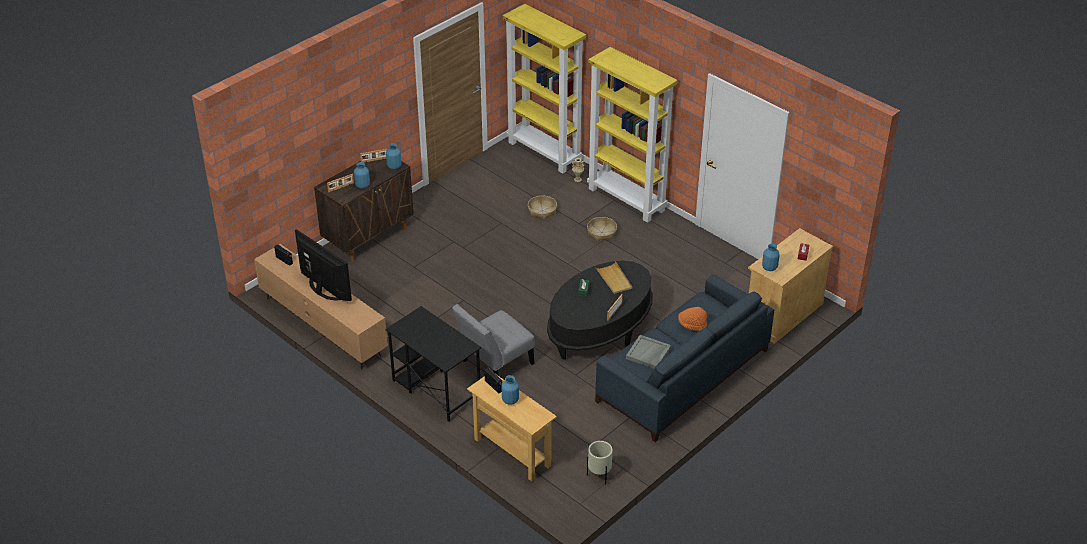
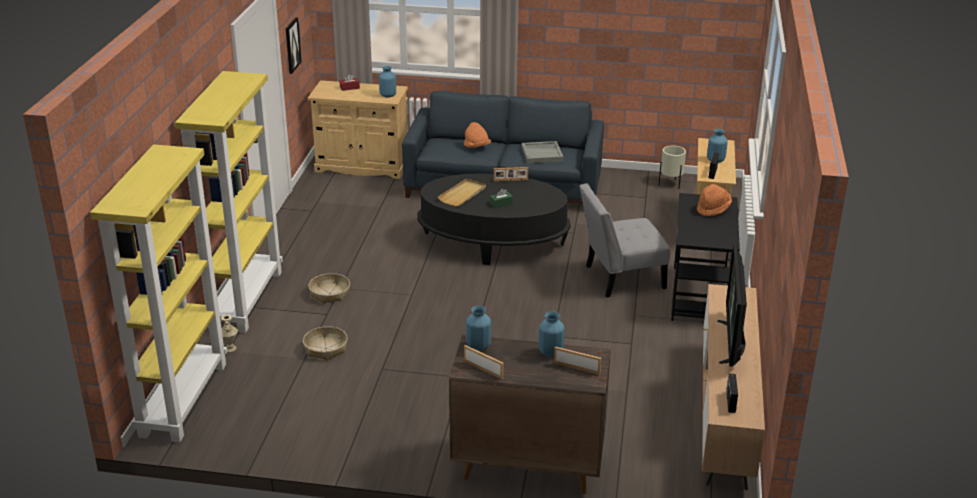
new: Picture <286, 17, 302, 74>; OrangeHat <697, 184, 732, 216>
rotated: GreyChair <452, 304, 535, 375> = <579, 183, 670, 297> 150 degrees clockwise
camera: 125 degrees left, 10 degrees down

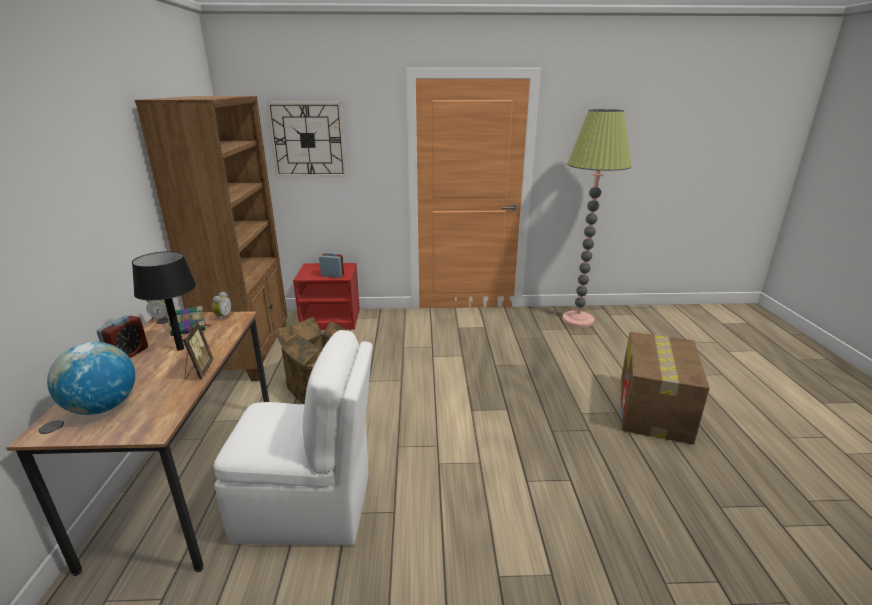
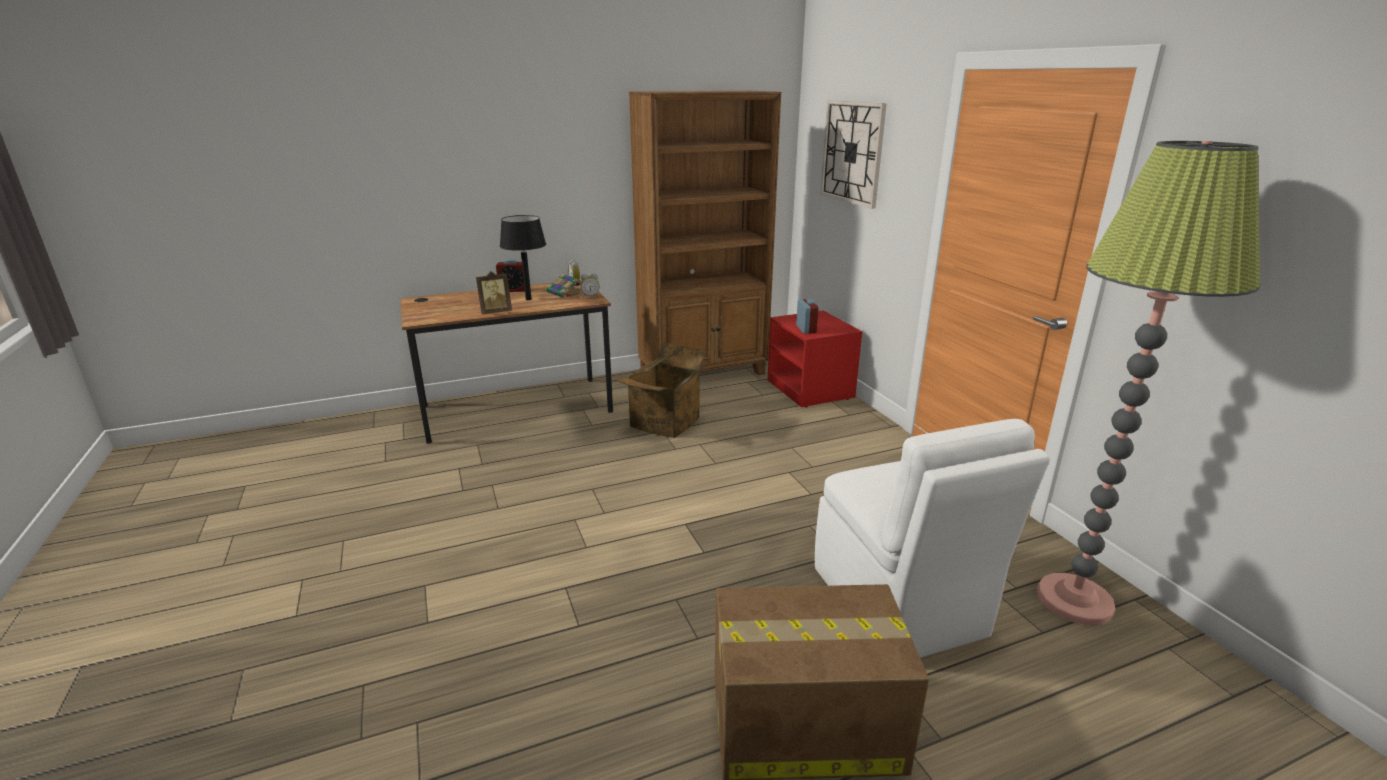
gone: Globe <47, 342, 135, 415>
shifted: WhiteChair <214, 330, 373, 545> to <815, 419, 1050, 658>
camera: 70 degrees right, 0 degrees up

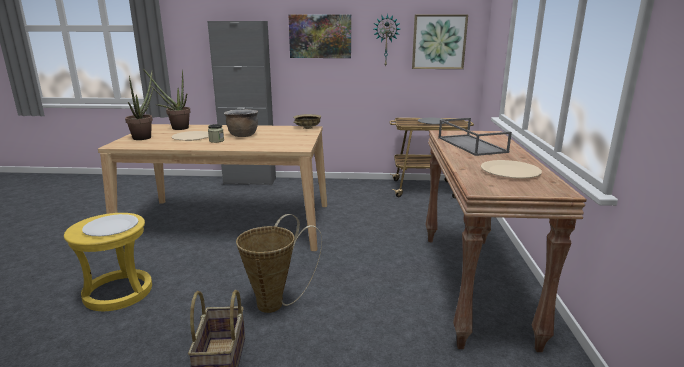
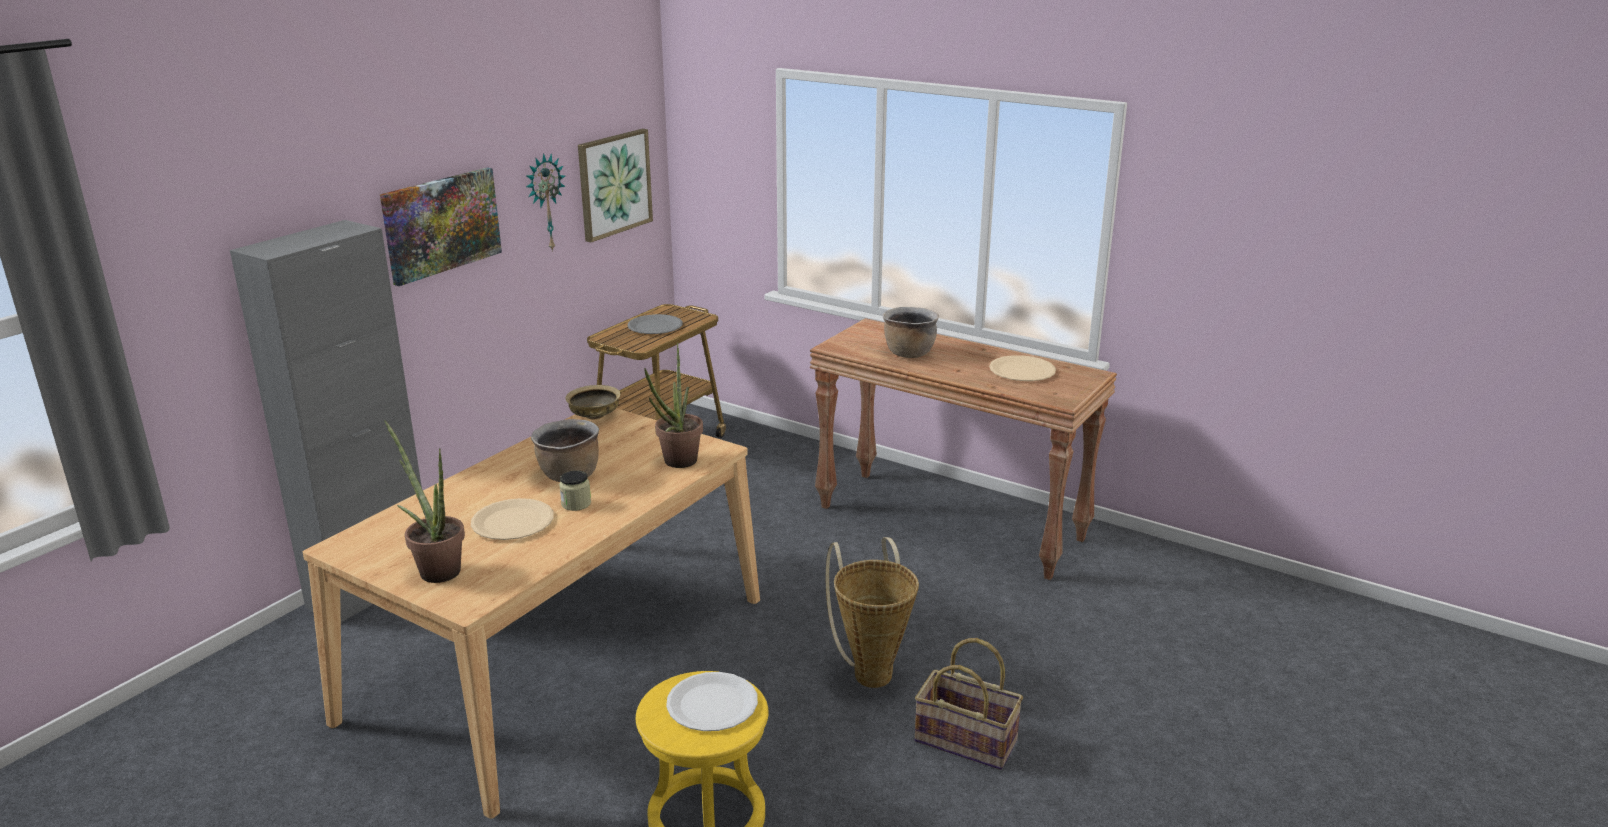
shifted: PottedPlant <143, 69, 190, 130> to <644, 343, 703, 468>
swapped: GreyTray <438, 118, 512, 156> to BrownCookingPot <882, 307, 939, 358>
camera: 60 degrees left, 5 degrees up

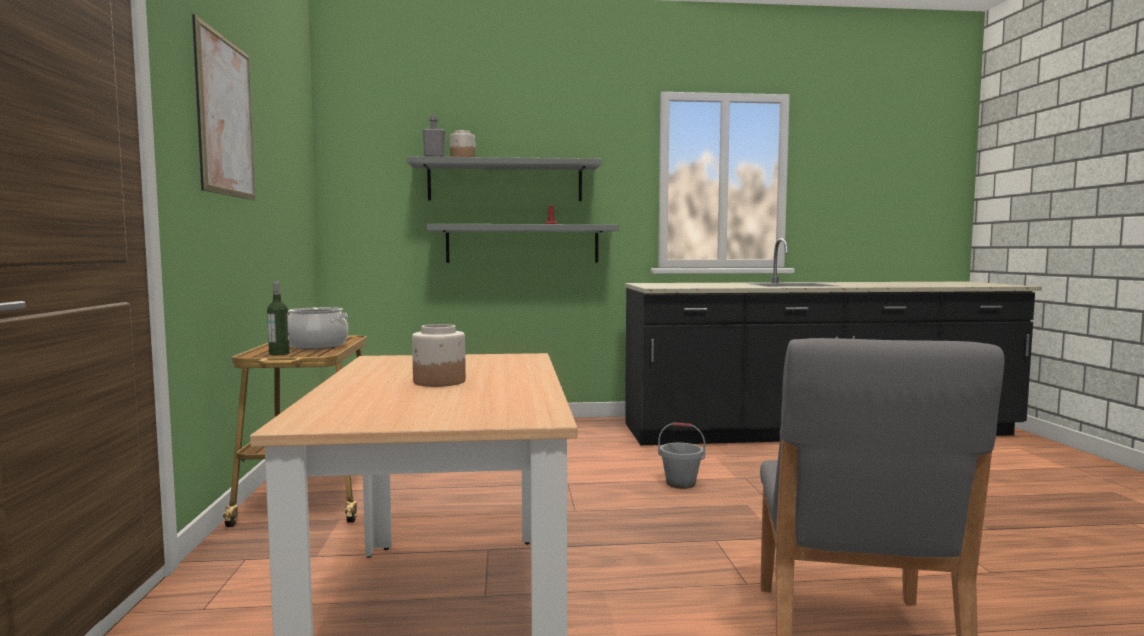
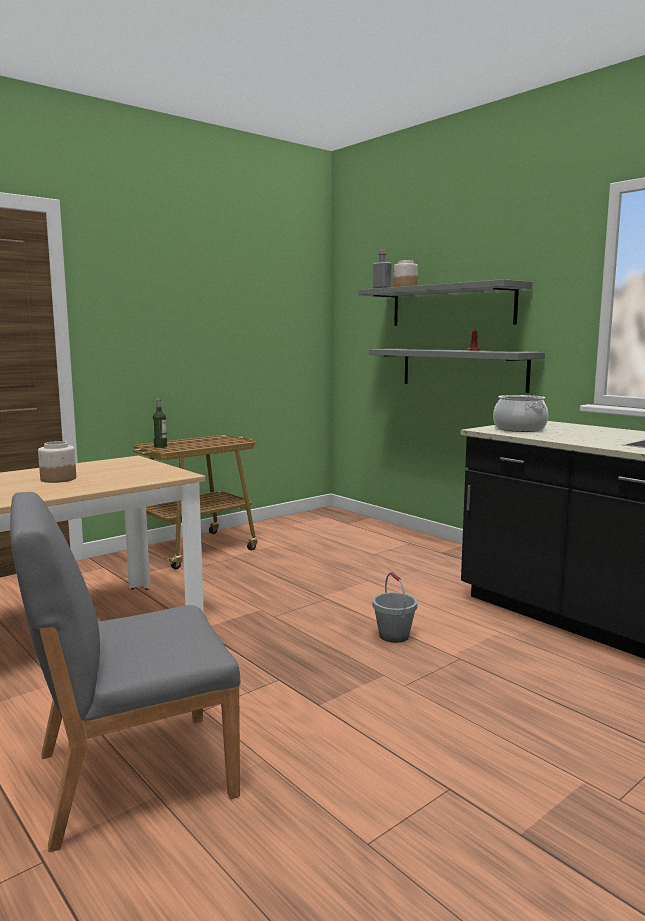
gone: Picture <192, 14, 255, 200>
shifted: CookingPot <288, 307, 348, 349> to <493, 395, 548, 432>
camera: 55 degrees right, 5 degrees up

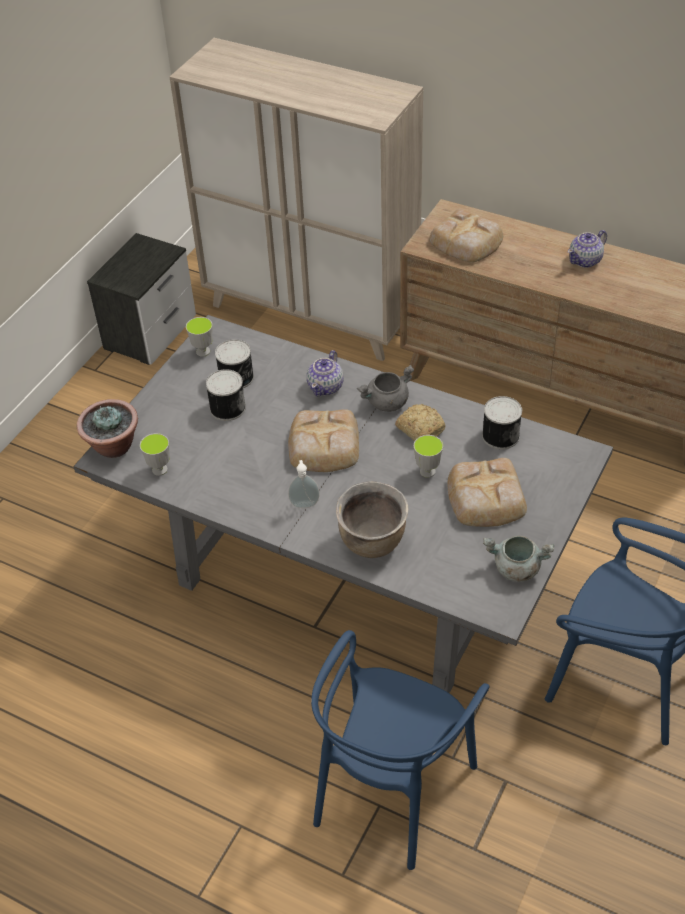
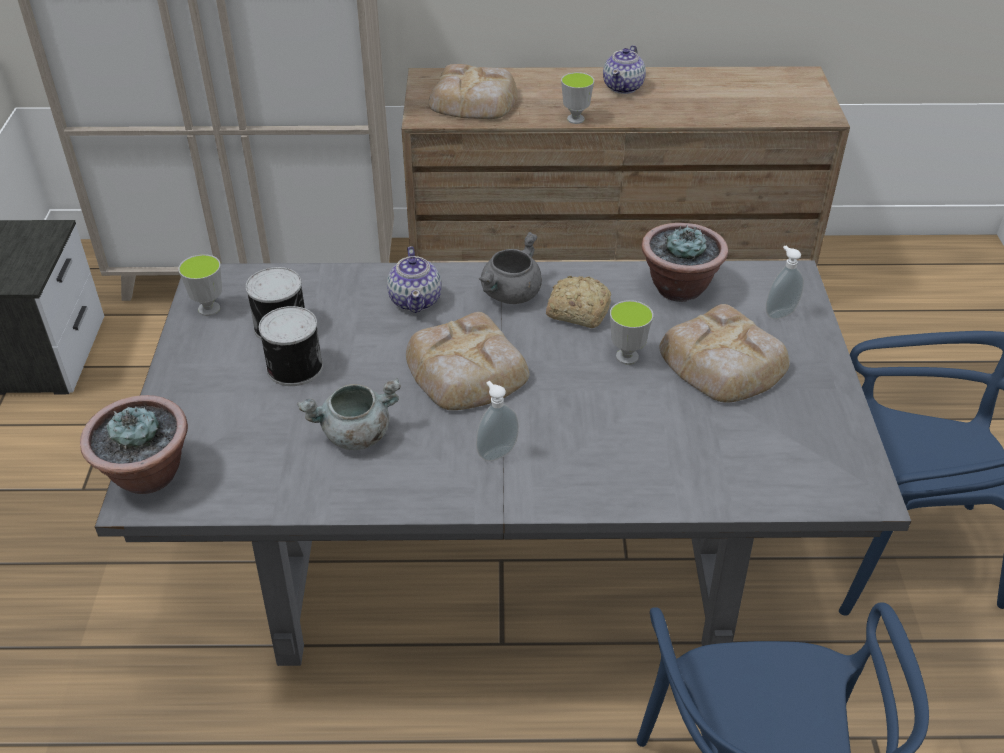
gone: BrownCookingPot <336, 481, 409, 558>
new: SoapDispenser <766, 246, 804, 319>
shifted: Cup <140, 433, 170, 476> to <561, 72, 594, 124>; GreyCookingPot <483, 536, 554, 582> to <298, 378, 401, 450>
swapped: Can <482, 396, 522, 449> to PottedPlant <642, 223, 728, 302>
camera: 30 degrees left, 5 degrees down

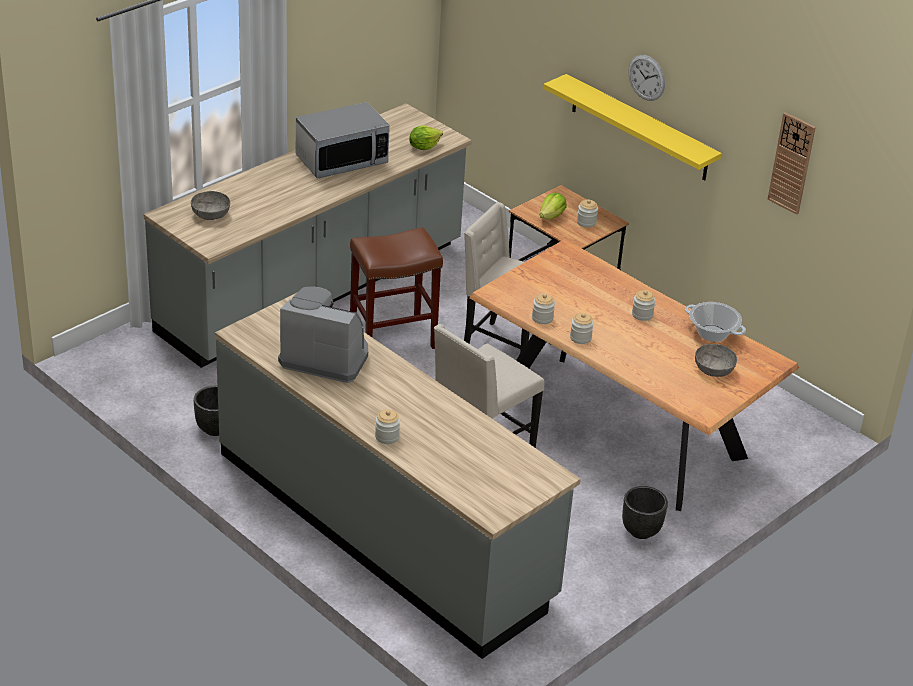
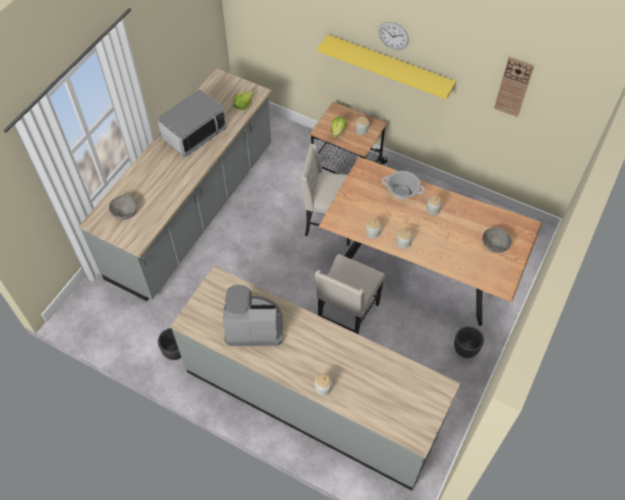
gone: BrownStool <350, 227, 443, 349>
shifted: CookingPot <685, 302, 746, 342> to <382, 171, 425, 199>
camera: 15 degrees left, 20 degrees up

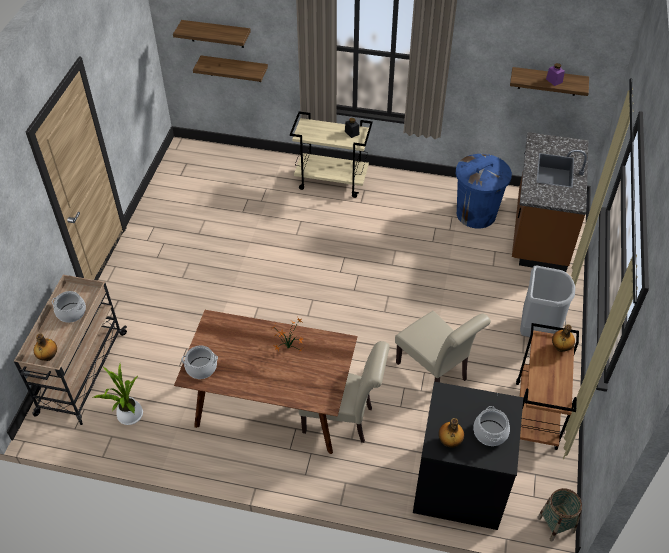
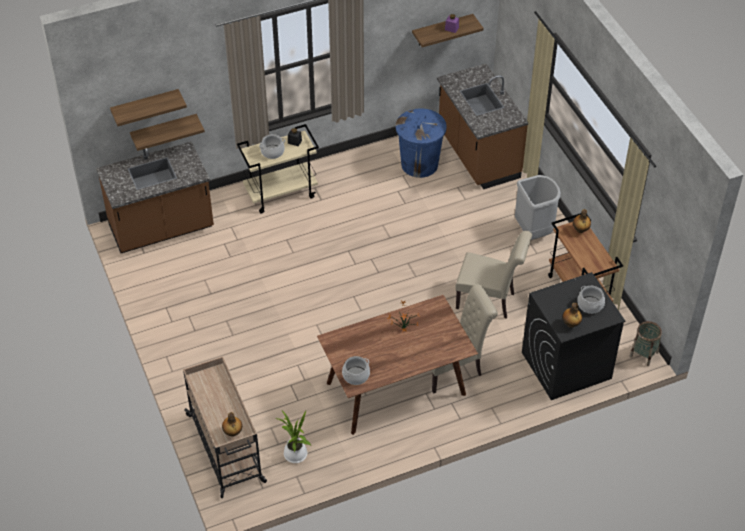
new: BrownCounter <96, 141, 214, 253>
shifted: CookingPot <52, 291, 86, 323> to <259, 134, 285, 159>
camera: 35 degrees left, 0 degrees up

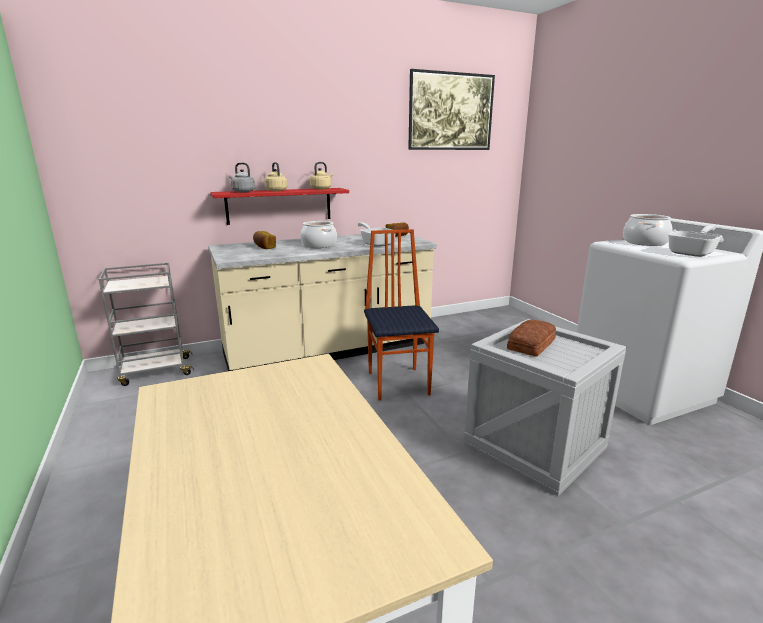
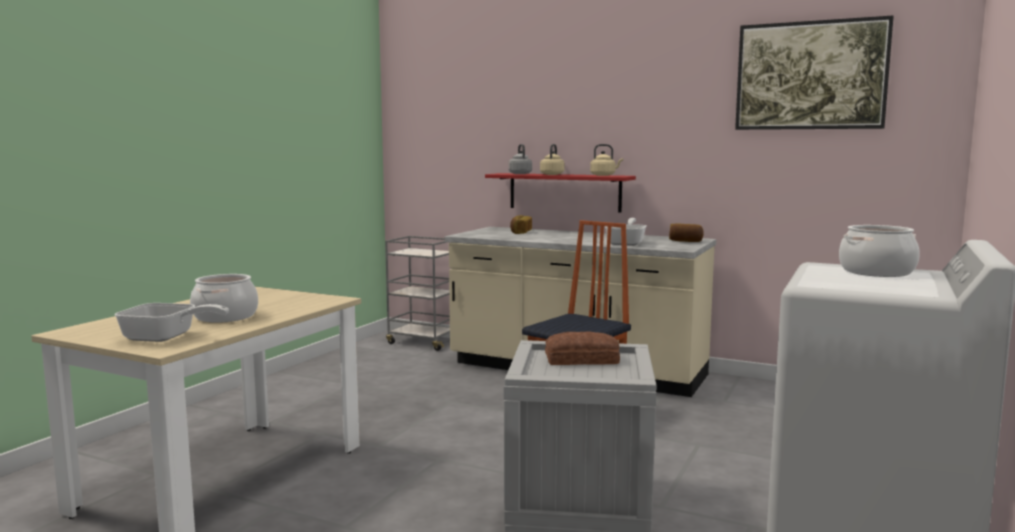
shifted: CookingPot <300, 221, 337, 248> to <190, 274, 258, 323>; FryingPan <668, 226, 722, 257> to <114, 303, 229, 342>
camera: 50 degrees right, 10 degrees down

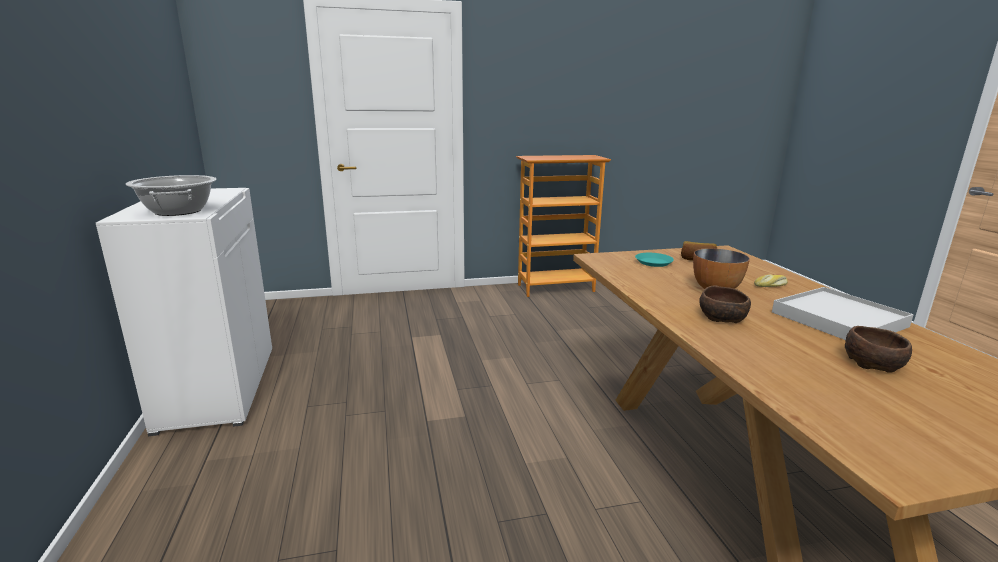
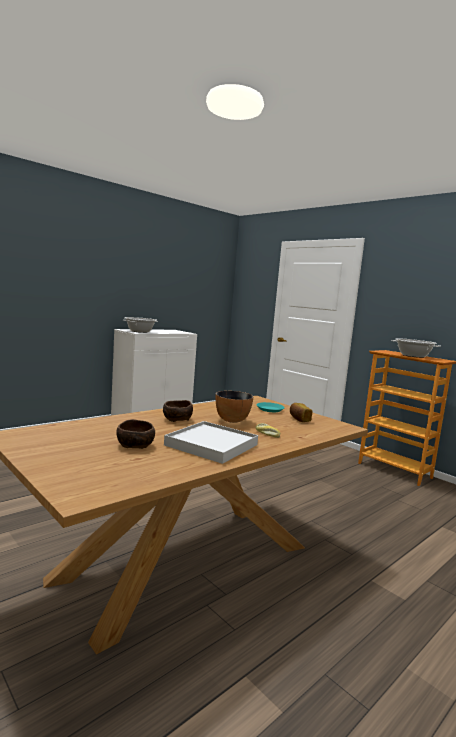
new: CookingPot <391, 338, 441, 358>
camera: 60 degrees right, 10 degrees down

